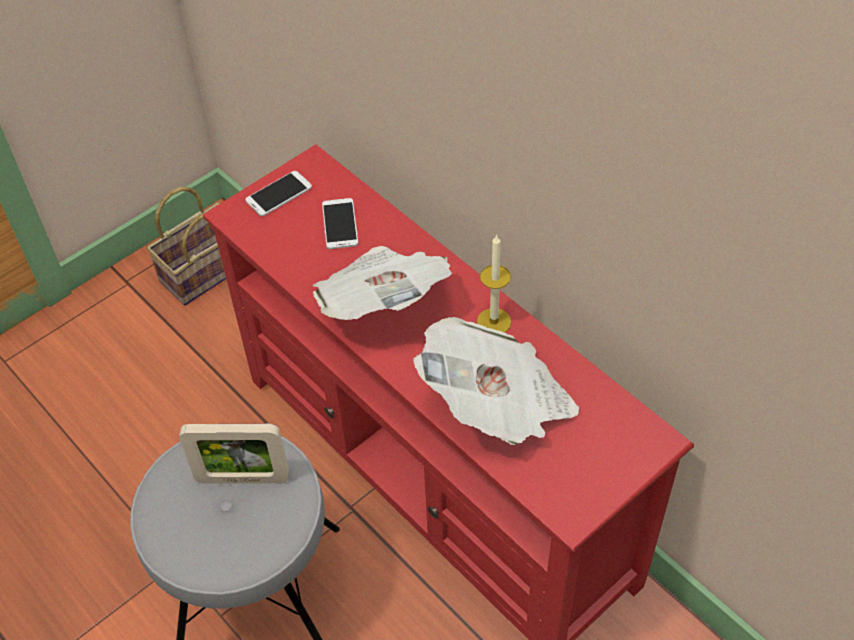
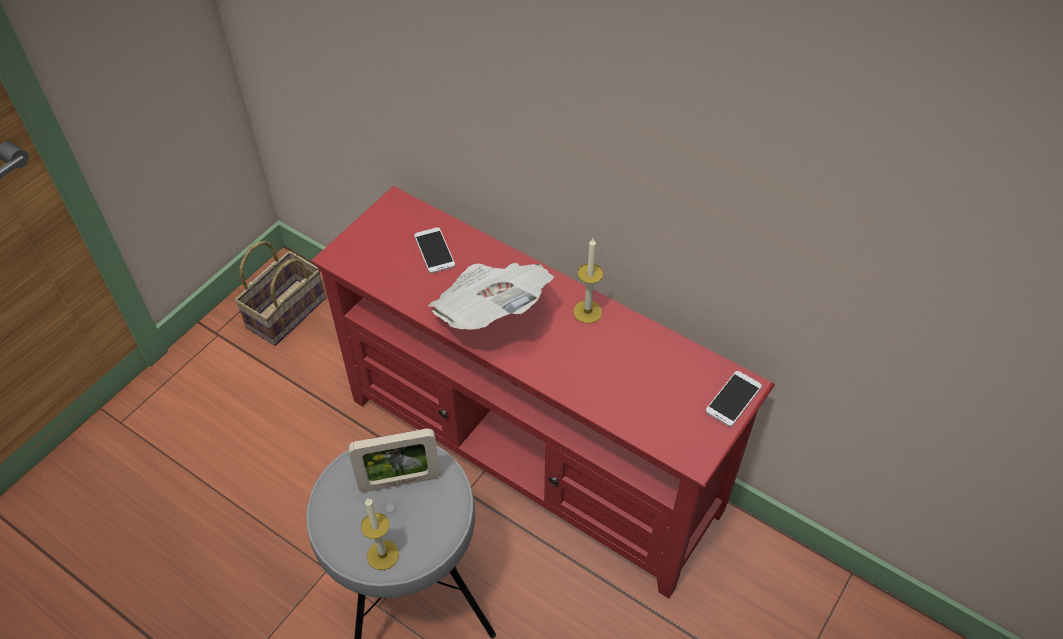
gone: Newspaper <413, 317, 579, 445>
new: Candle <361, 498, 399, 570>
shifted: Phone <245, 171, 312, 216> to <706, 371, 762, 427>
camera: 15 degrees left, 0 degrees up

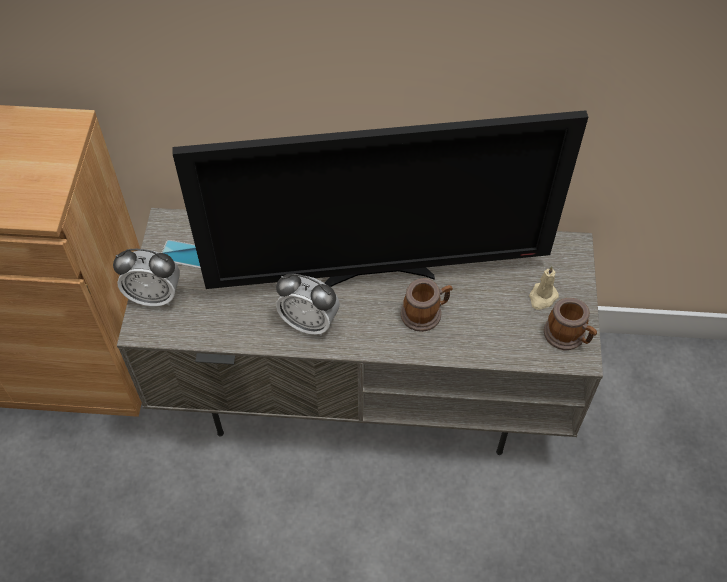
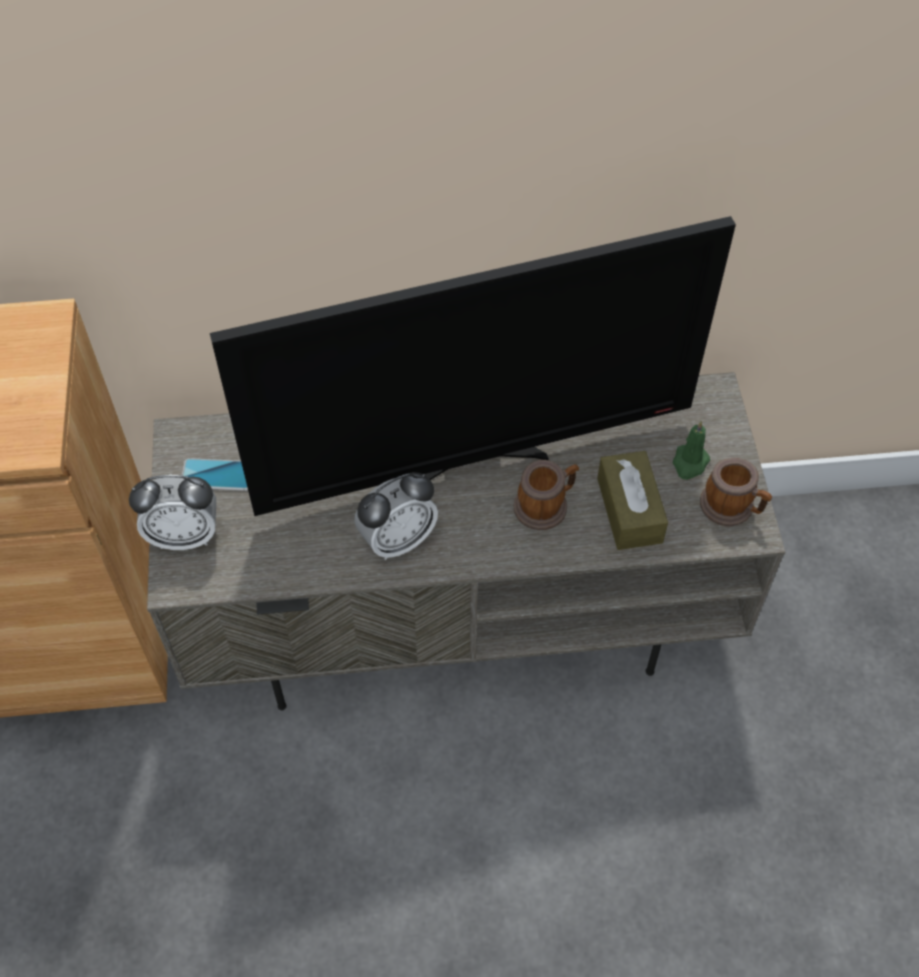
new: BrownTissueBox <597, 451, 668, 550>
repainted: BeigeCandle <529, 266, 559, 310> to GreenCandle <673, 421, 710, 480>
rotated: AlarmClock <276, 273, 340, 336> = <355, 472, 438, 560> 45 degrees counterclockwise
camera: 10 degrees left, 0 degrees up

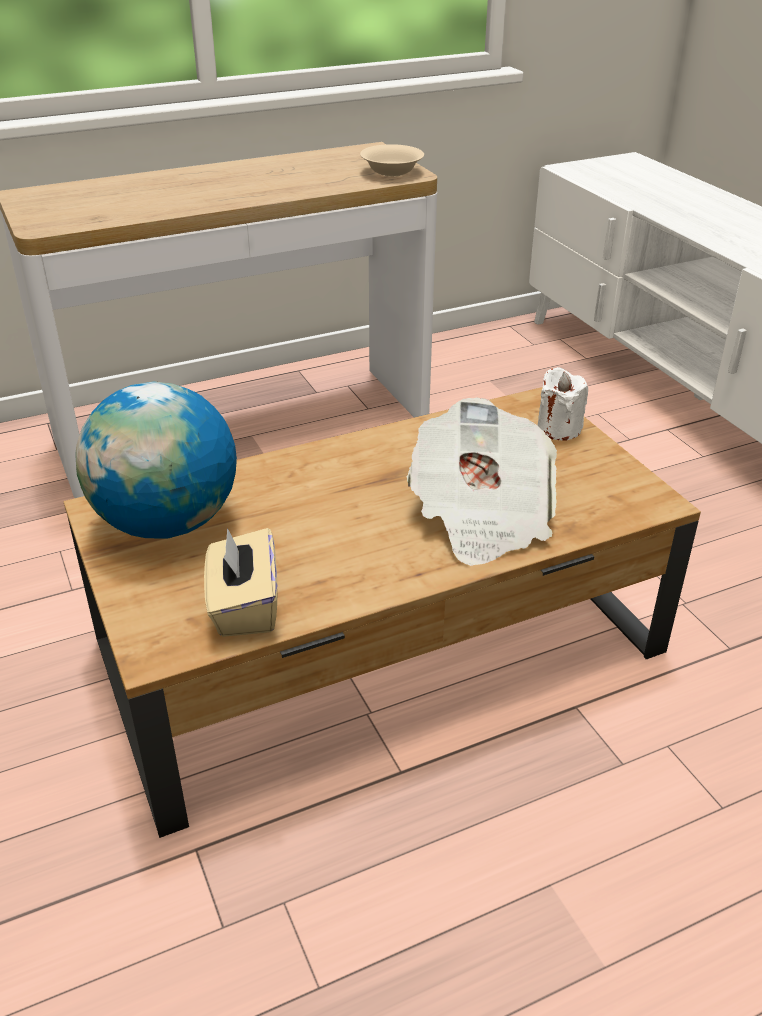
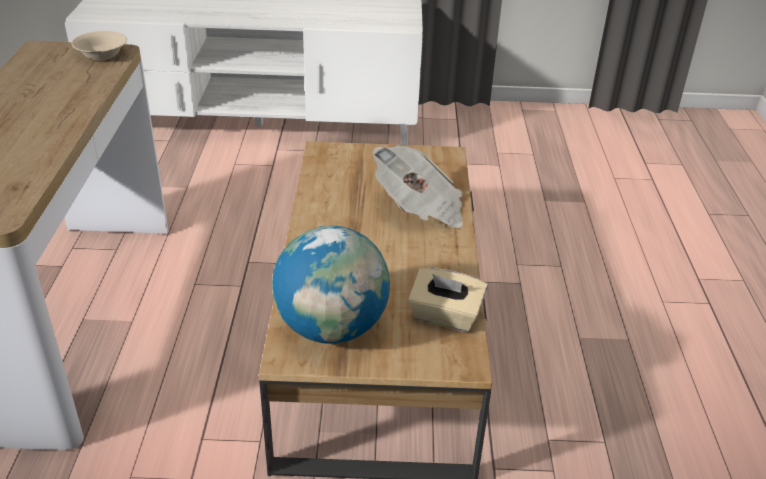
gone: WhiteCandle <537, 367, 588, 440>
camera: 65 degrees left, 0 degrees up

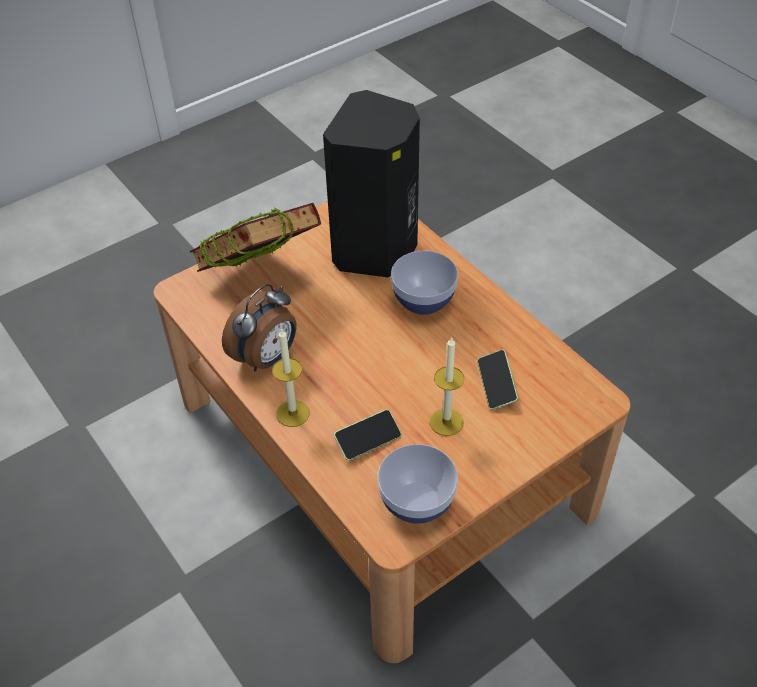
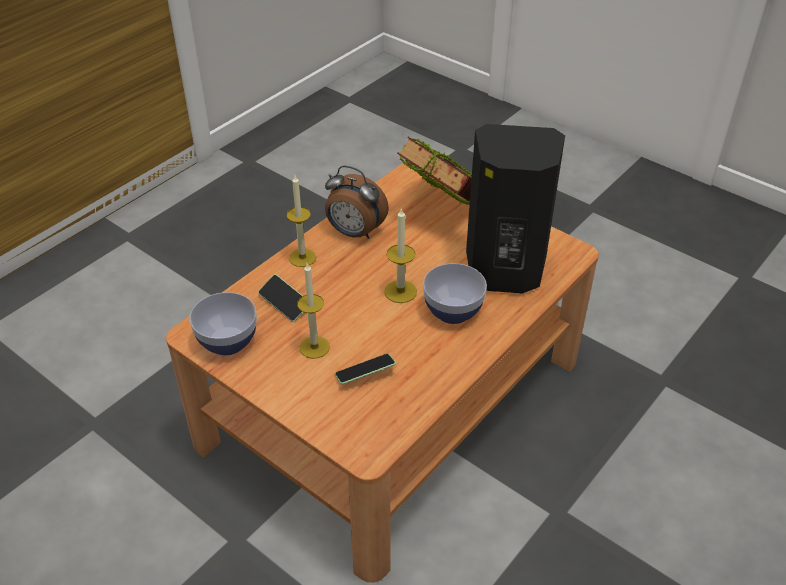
new: Candle <384, 207, 417, 303>
camera: 75 degrees right, 5 degrees down

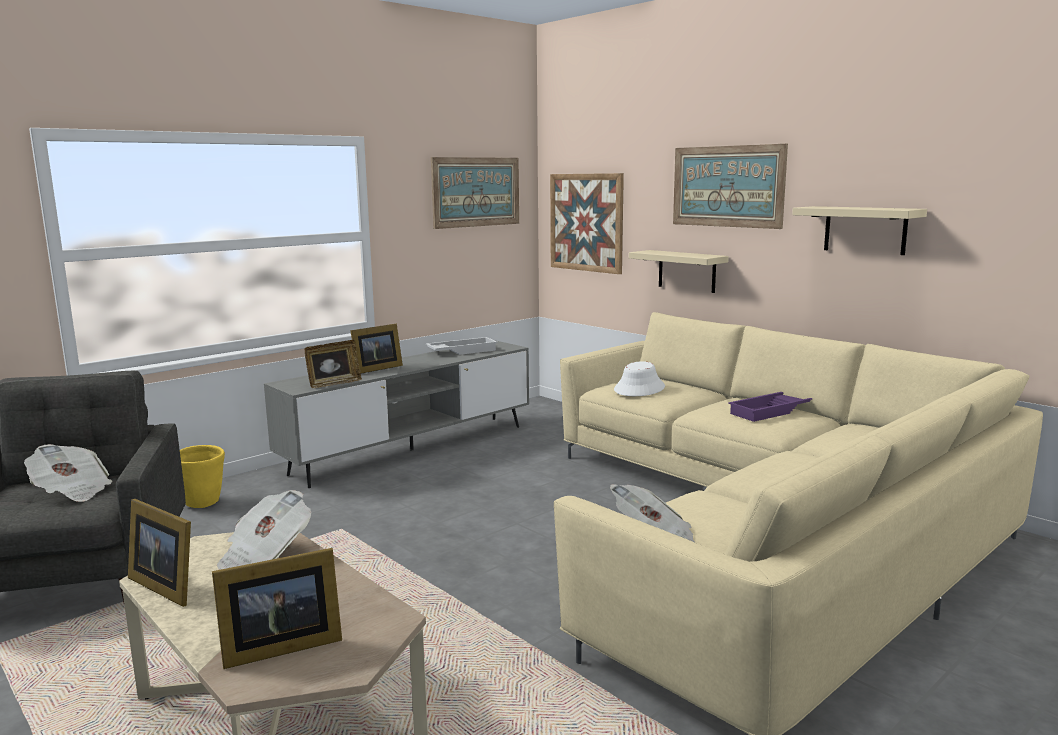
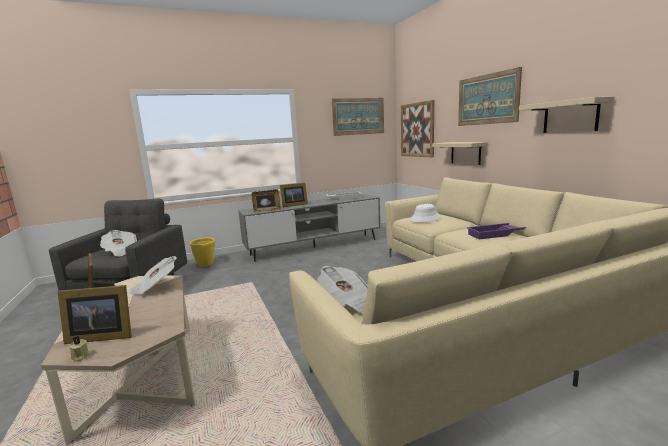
new: BeigeCandle <69, 336, 90, 361>
camera: 20 degrees right, 0 degrees up

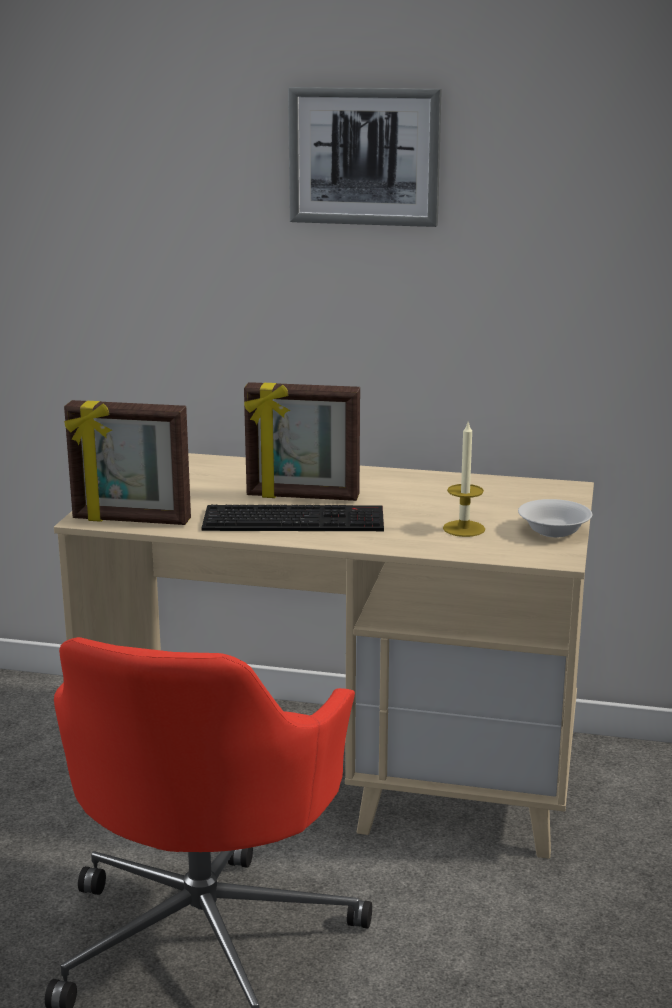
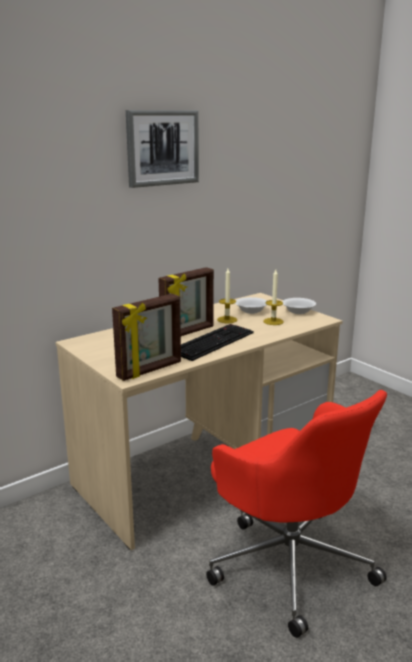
new: Candle <217, 269, 237, 323>; WhiteBowl <235, 297, 267, 314>
camera: 50 degrees left, 0 degrees up

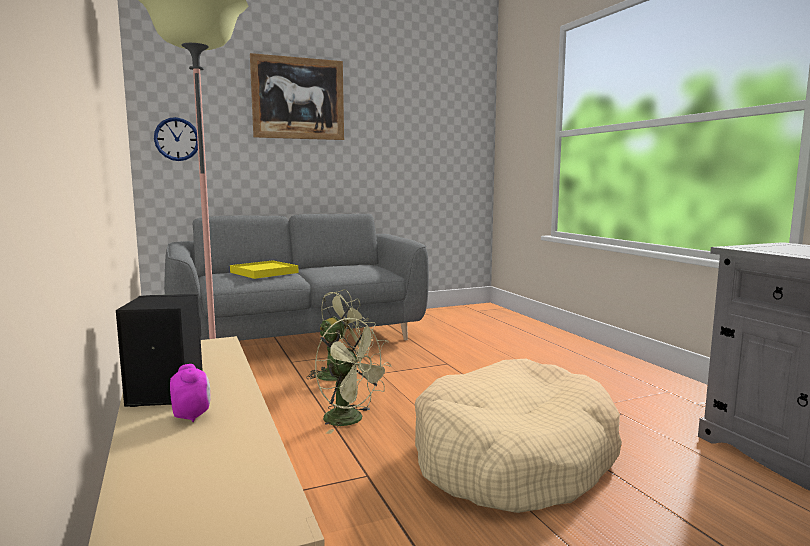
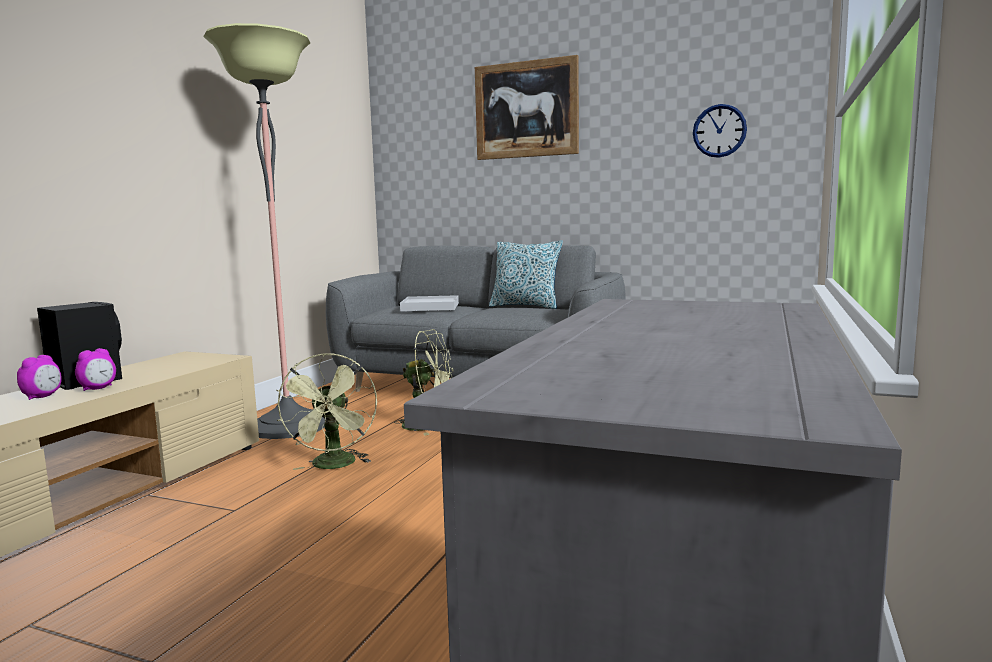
gone: BeigeDogBed <415, 359, 622, 513>
new: AlarmClock <75, 348, 116, 391>; Pillow <489, 240, 563, 309>
shifted: WallClock <154, 117, 198, 161> to <693, 104, 747, 158>
repainted: YellowTray <230, 260, 299, 279> to WhiteTray <400, 295, 459, 311>
camera: 45 degrees right, 0 degrees up

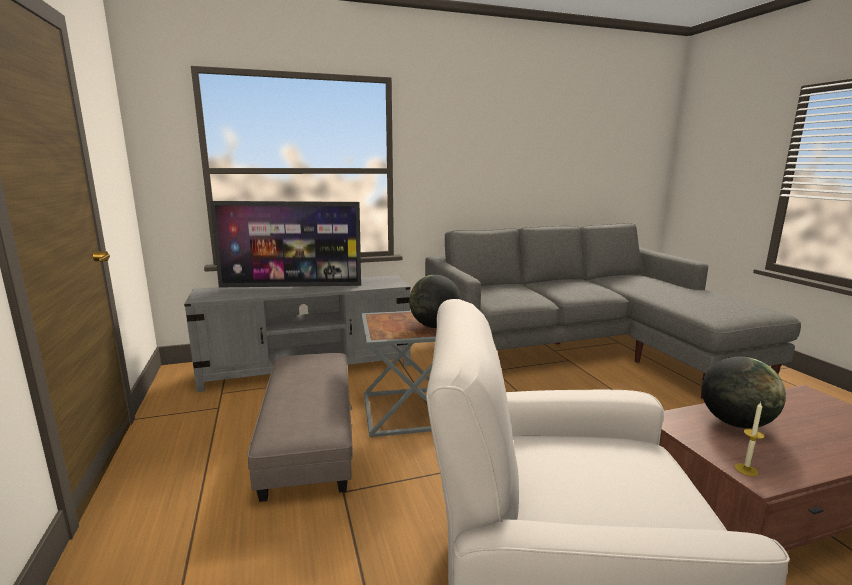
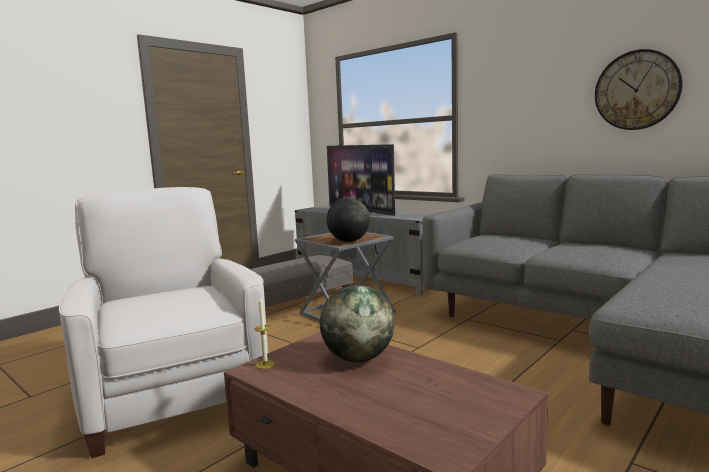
new: WallClock <595, 49, 683, 130>
camera: 60 degrees right, 5 degrees down

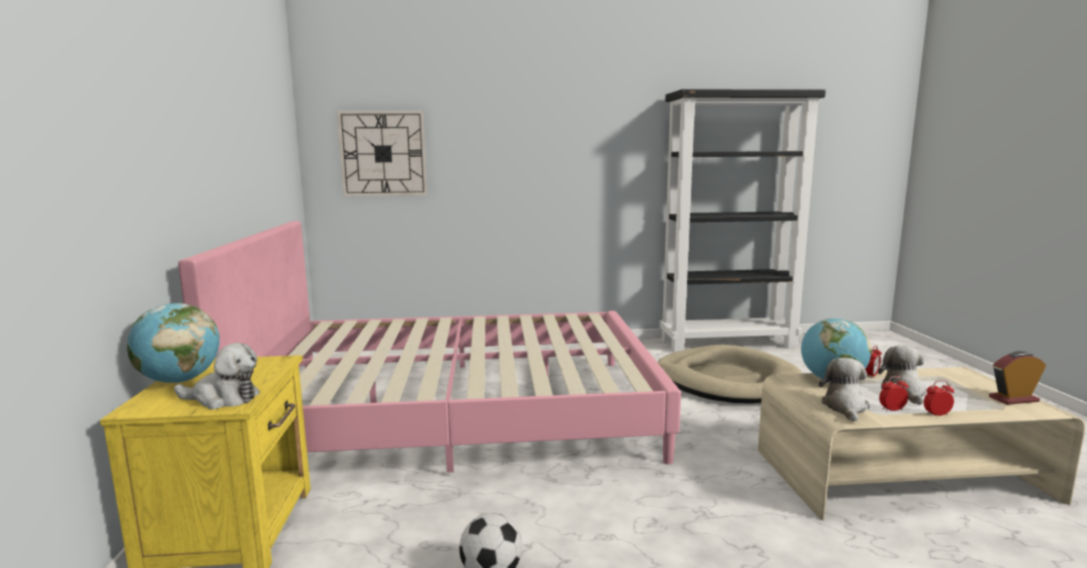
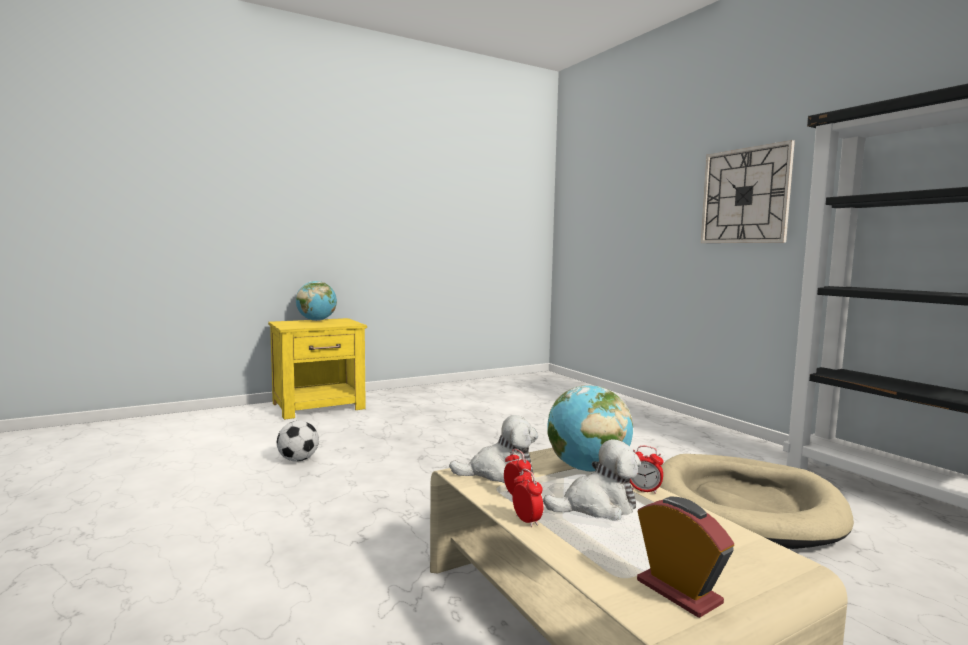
gone: PlushToy <174, 343, 260, 410>; PinkBed <178, 221, 681, 473>
shifted: WallClock <337, 111, 427, 197> to <701, 140, 795, 243>
camera: 65 degrees right, 5 degrees down

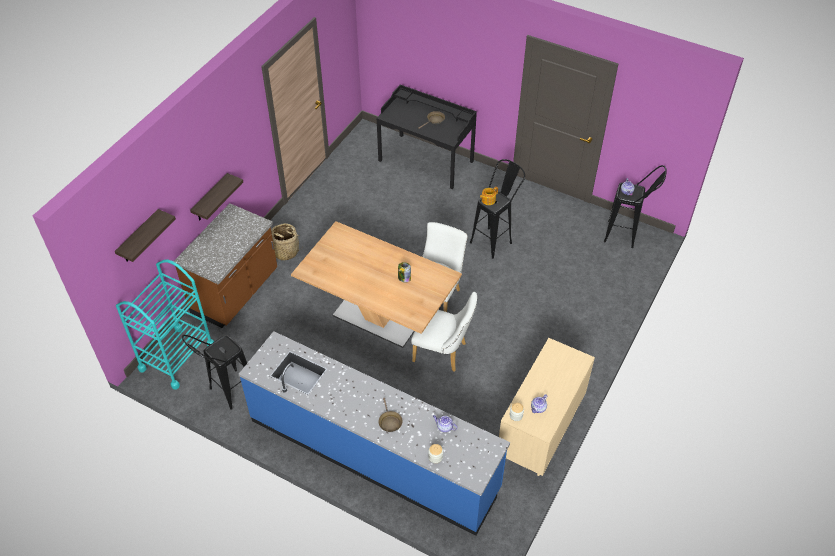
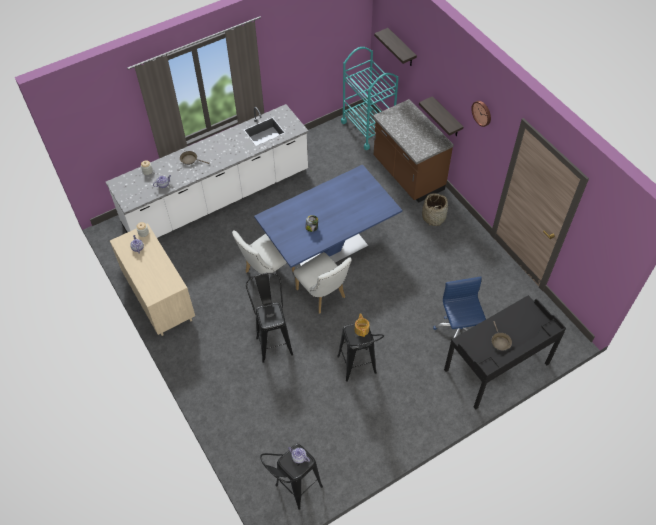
new: BlueOfficeChair <433, 277, 486, 338>; WallClock <471, 101, 491, 127>
shifted: BlackStool <182, 335, 247, 410> to <246, 273, 293, 363>
repainted: BlueCounter <239, 331, 510, 536> to WhiteCounter <106, 104, 309, 238>; BrownDiningTable <291, 221, 462, 348> to BlueDiningTable <254, 164, 402, 268>
camera: 120 degrees right, 5 degrees up

